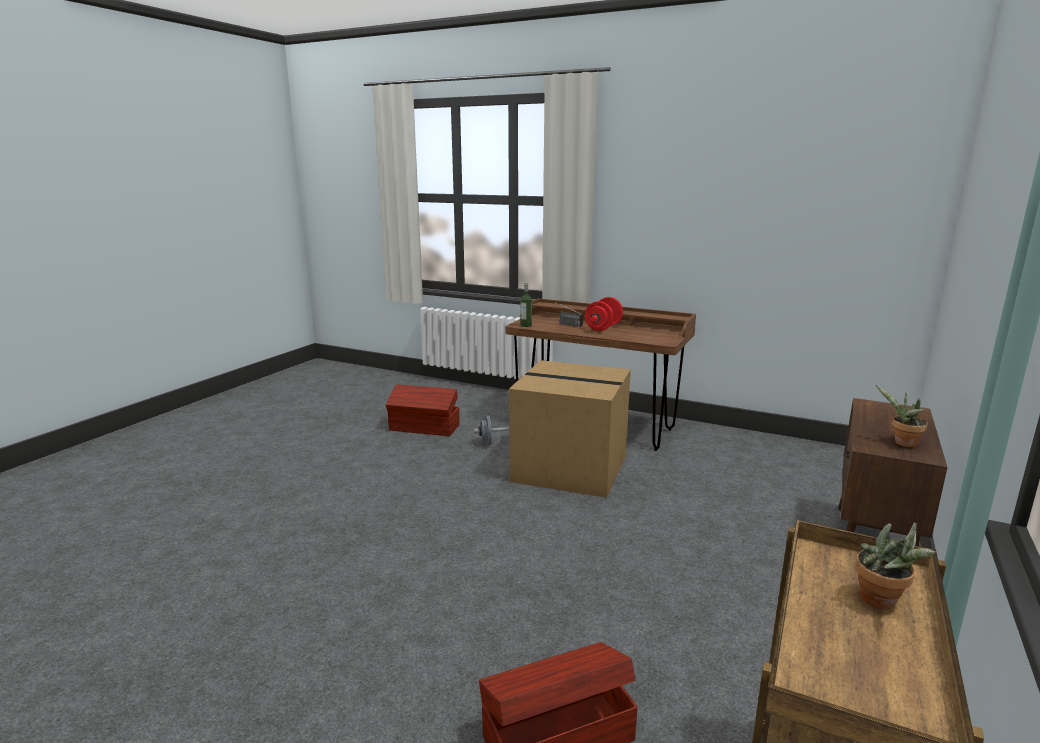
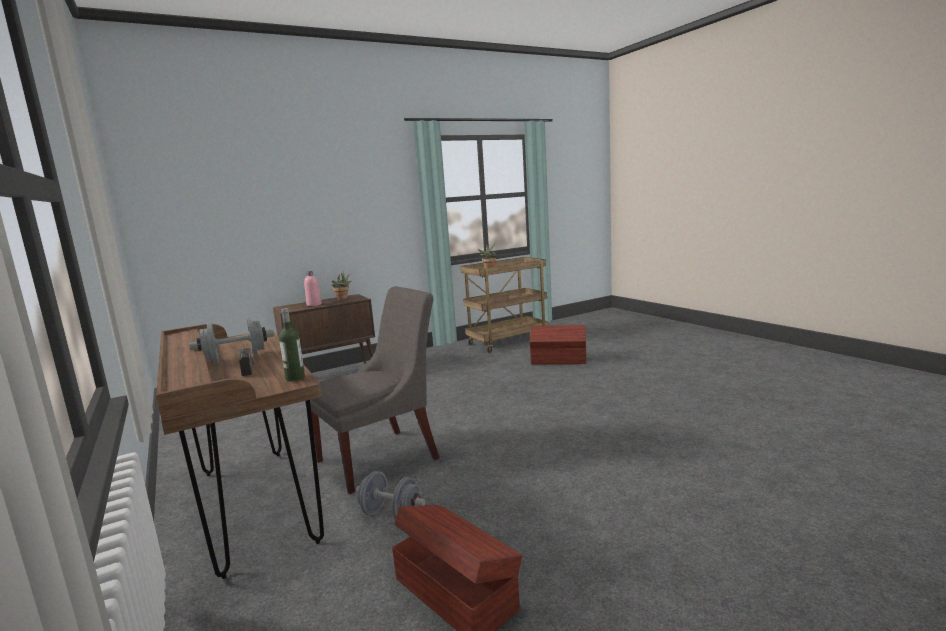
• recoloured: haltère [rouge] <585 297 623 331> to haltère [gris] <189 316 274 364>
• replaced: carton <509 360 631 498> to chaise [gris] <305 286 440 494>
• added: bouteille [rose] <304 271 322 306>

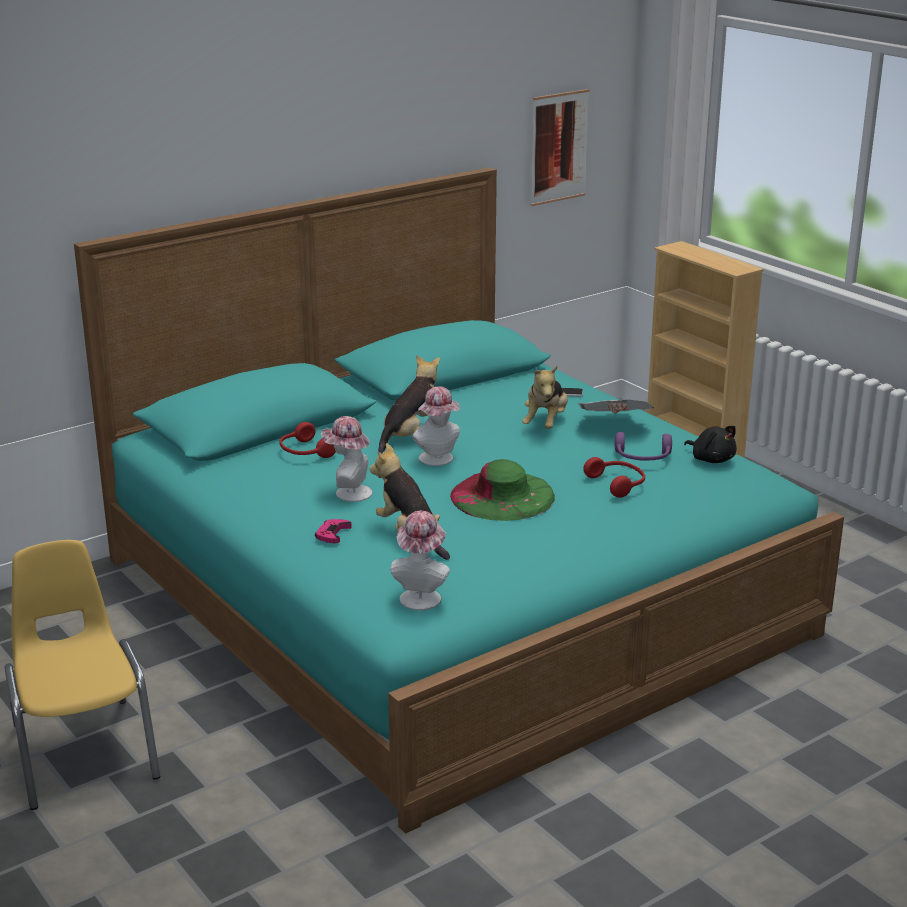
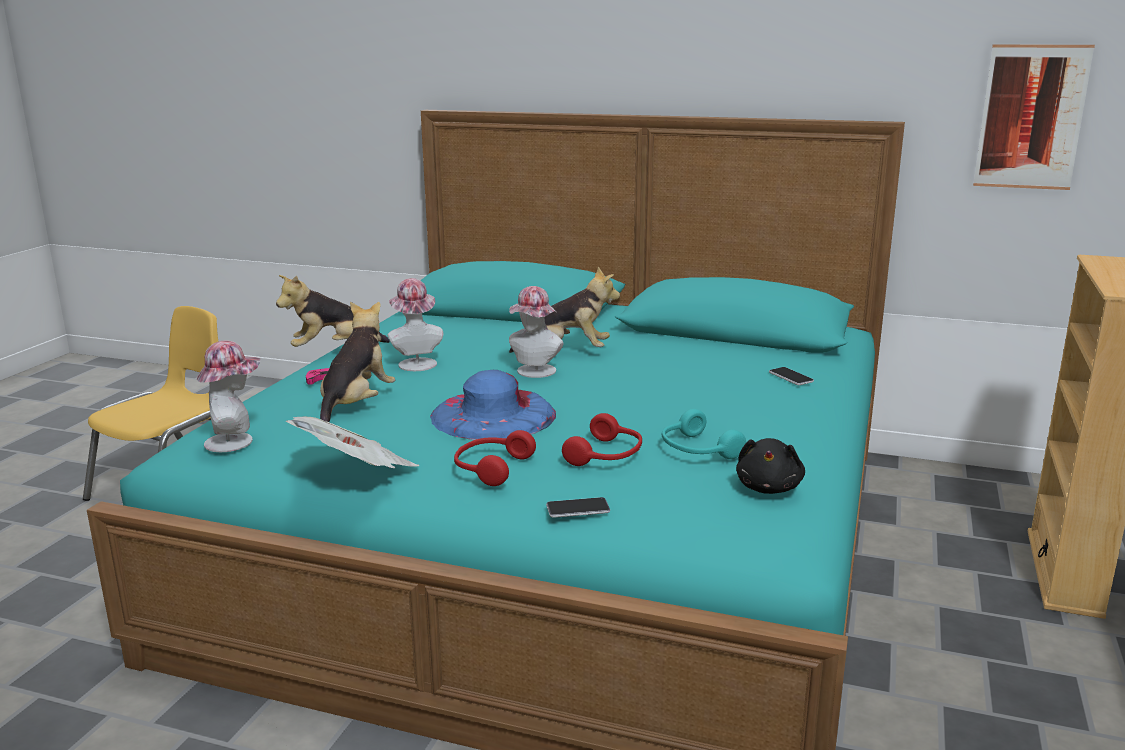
• moved: peluche <522 366 568 429> to <276 275 390 347>
• moved: journal <578 400 654 414> to <286 416 419 468>
• moved: casque audio [rouge] <279 422 336 458> to <454 430 536 486>
• recoloured: casque audio [violet] <615 432 672 461> to casque audio [turquoise] <662 409 746 459>
• recoloured: chapeau [vert] <450 459 555 521> to chapeau [bleu] <430 370 556 440>
• added: téléphone <546 497 610 518>

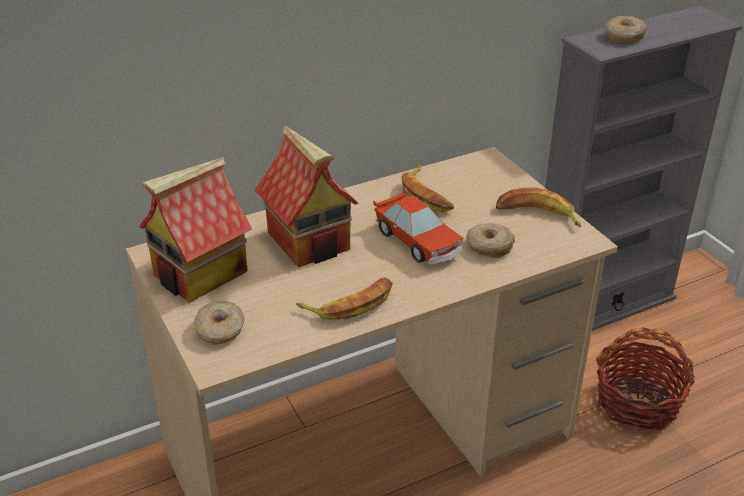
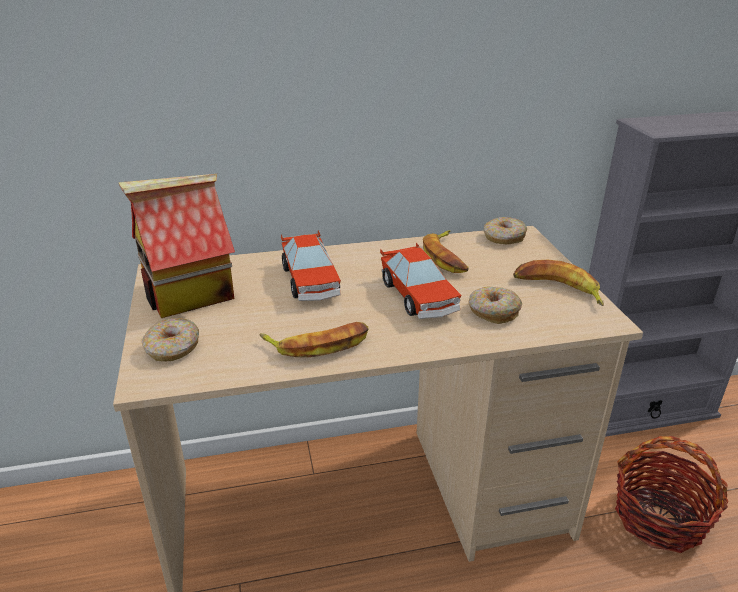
• moved: beignet <605 16 647 42> to <483 217 527 244>
• replaced: maison miniature <255 125 359 268> to petite voiture <281 230 341 301>

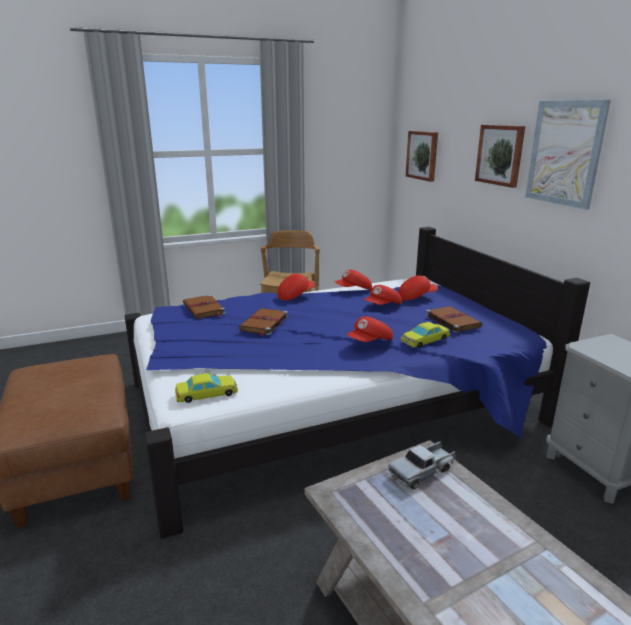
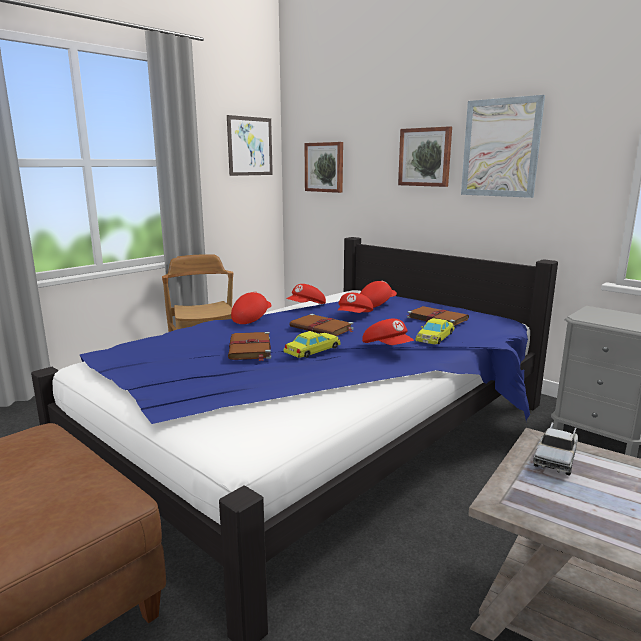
• moved: livre [marron] <183 295 226 319> to <289 314 354 336>
• turned: casquette [rouge] <347 316 393 342> = <362 319 414 345> 60 degrees counterclockwise
• moved: petite voiture [jaune] <175 373 238 403> to <283 331 341 358>
• added: tableau <227 115 273 176>

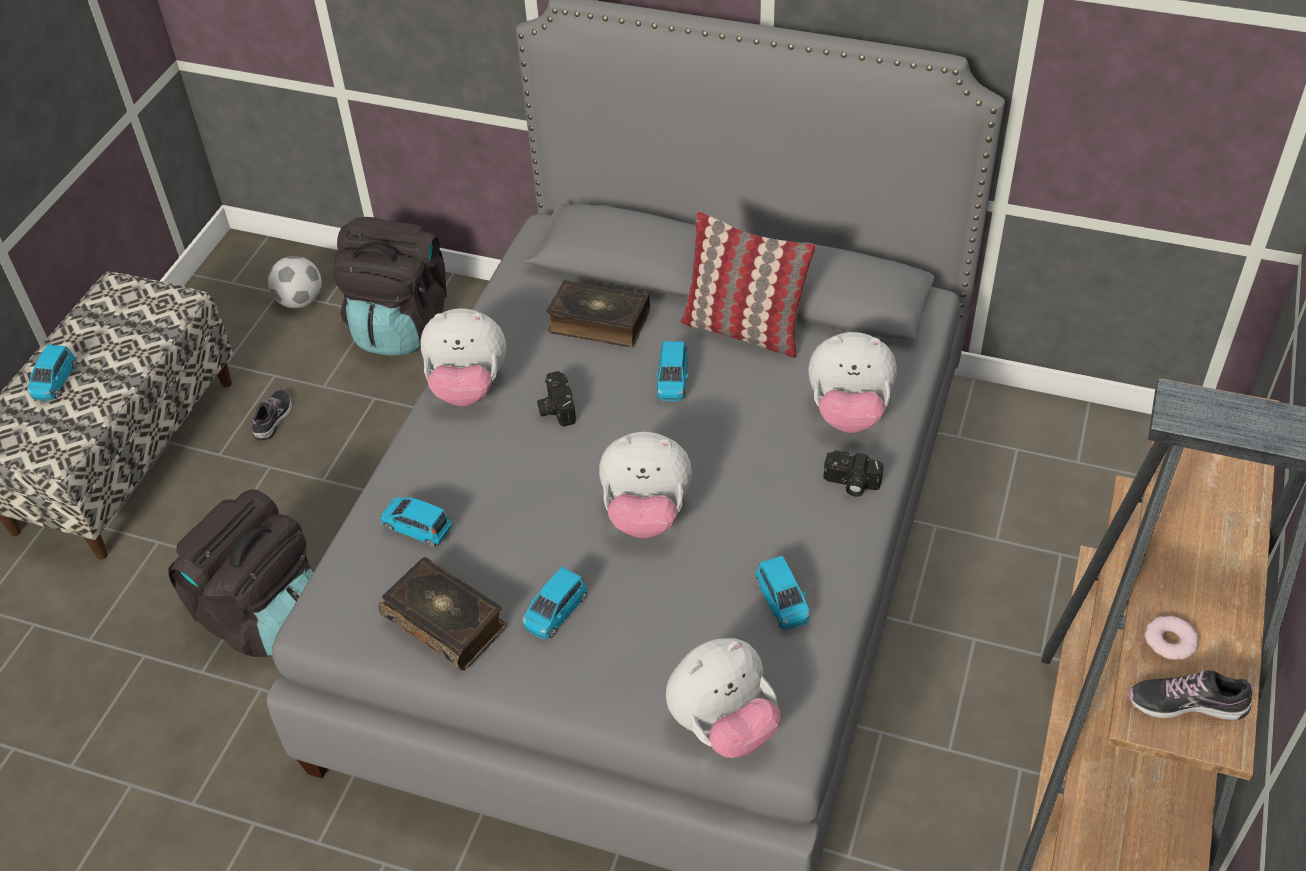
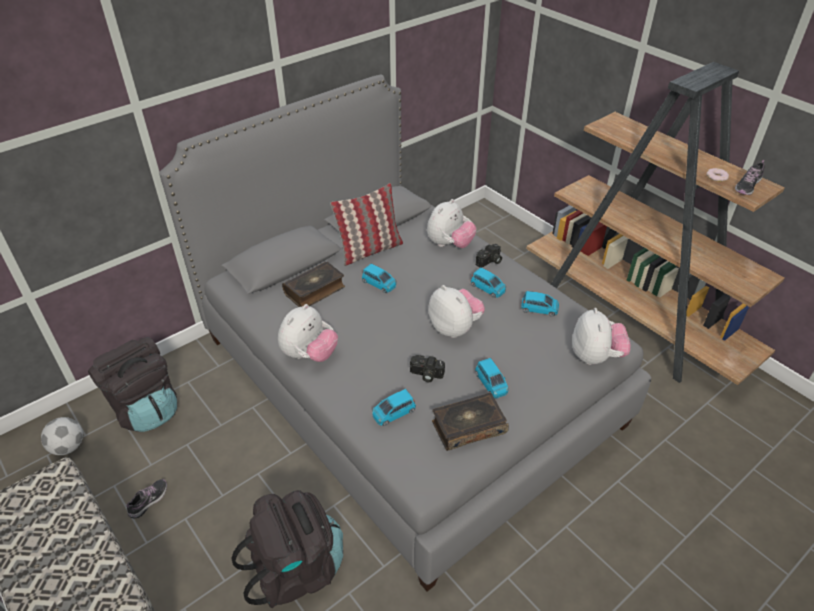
• moved: petite voiture [bleu] <27 345 77 401> to <471 268 506 298>
• moved: appareil photo <537 371 576 427> to <410 355 445 382>
• turned: chaussure <252 389 292 441> = <126 479 167 519> 75 degrees clockwise
• turned: peluche <599 432 692 538> = <428 285 485 338> 75 degrees counterclockwise

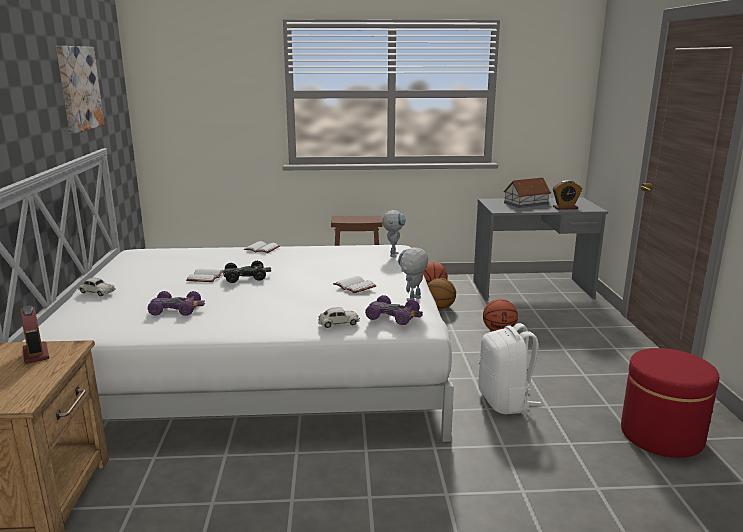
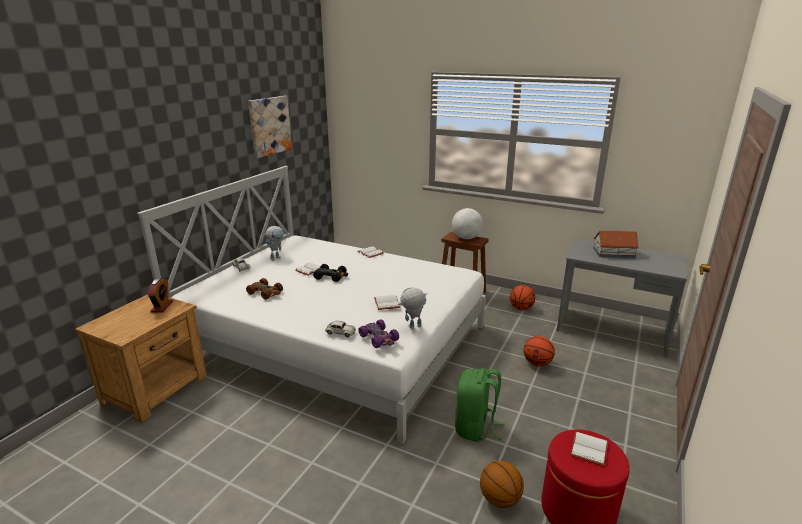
• removed: réveil <553 180 582 210>
• moved: robot jouet <382 210 406 258> to <264 226 284 261>
• moved: ballon de basket <427 278 456 309> to <480 461 524 508>
• recoloured: petite voiture [violet] <148 291 205 316> to petite voiture [marron] <246 278 283 299>
• recoloured: sac à dos [blanc] <479 323 541 414> to sac à dos [vert] <455 368 505 442>
• added: globe <452 208 483 239>
• added: livre [blanc] <570 432 608 466>

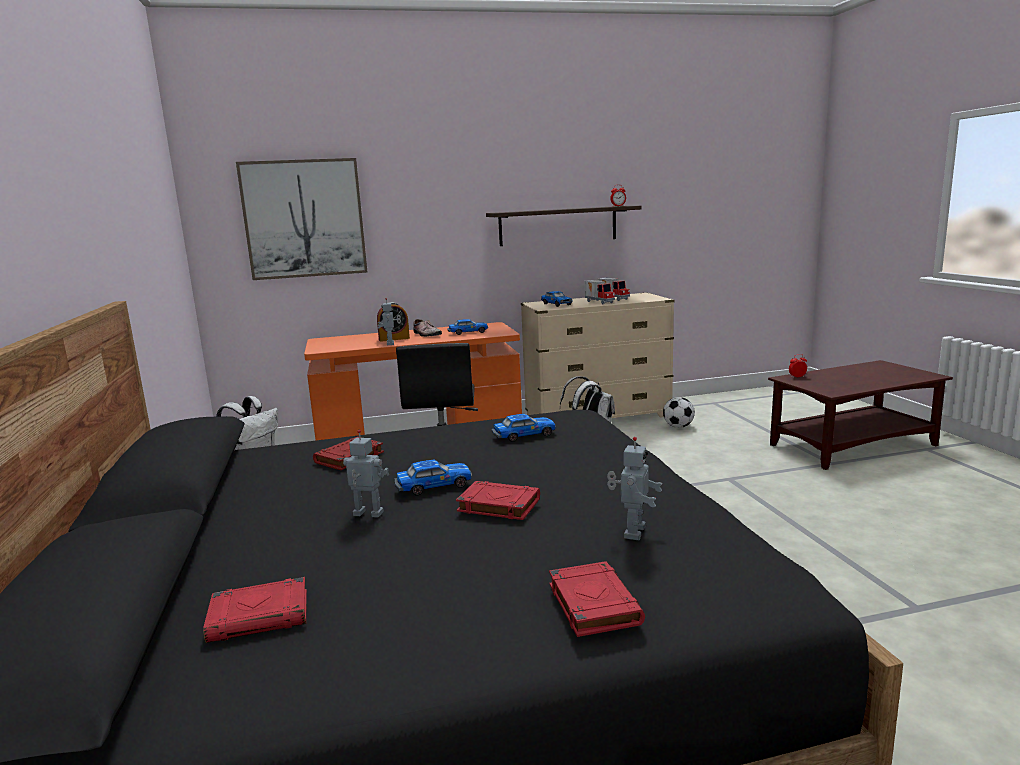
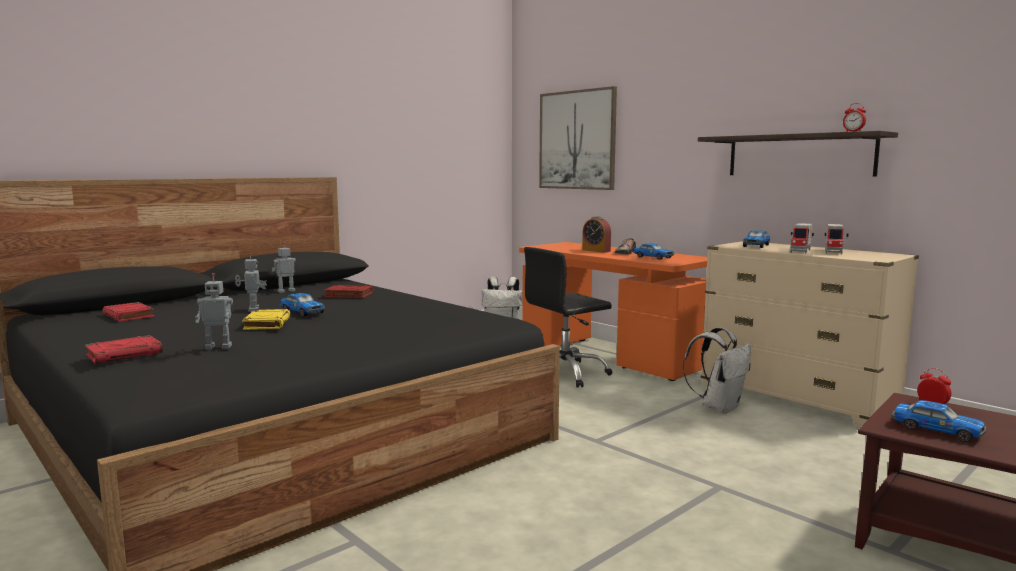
• moved: robot jouet <378 298 401 345> to <272 242 296 293>
• removed: ballon de foot <663 397 695 428>
• moved: petite voiture <492 414 557 442> to <891 400 986 442>
• recoloured: livre [rouge] <456 481 540 520> to livre [jaune] <242 309 291 330>

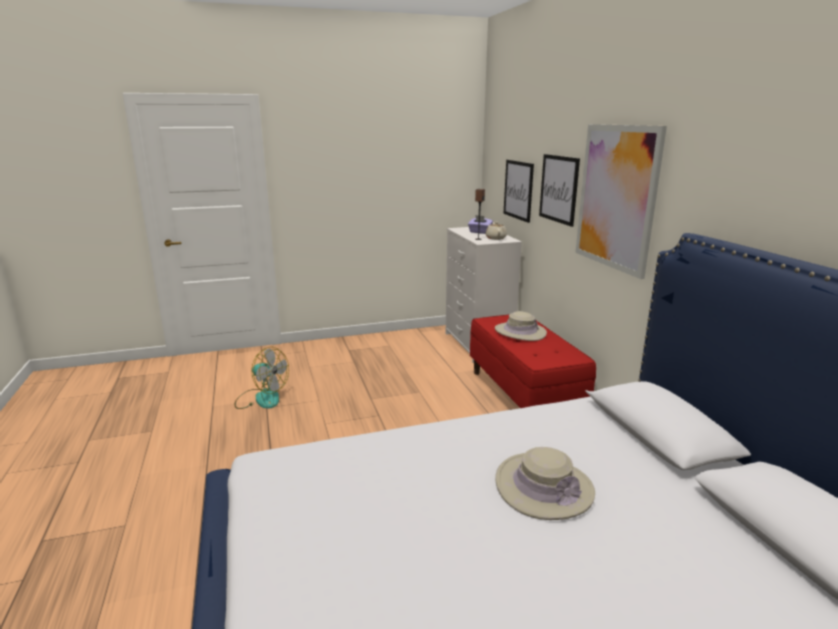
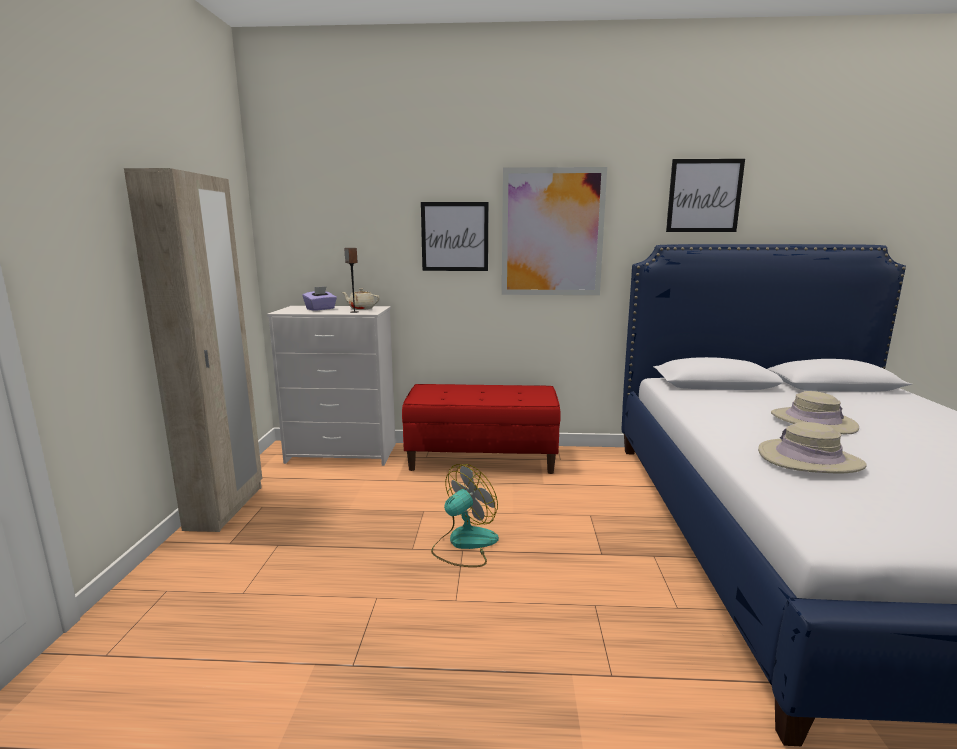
• moved: tableau <503 160 534 223> to <666 159 745 232>
• moved: chapeau [beige] <495 311 547 341> to <758 422 867 474>
• moved: ventilateur <235 347 289 409> to <431 464 499 567>
• added: armoire [beige] <124 168 262 532>

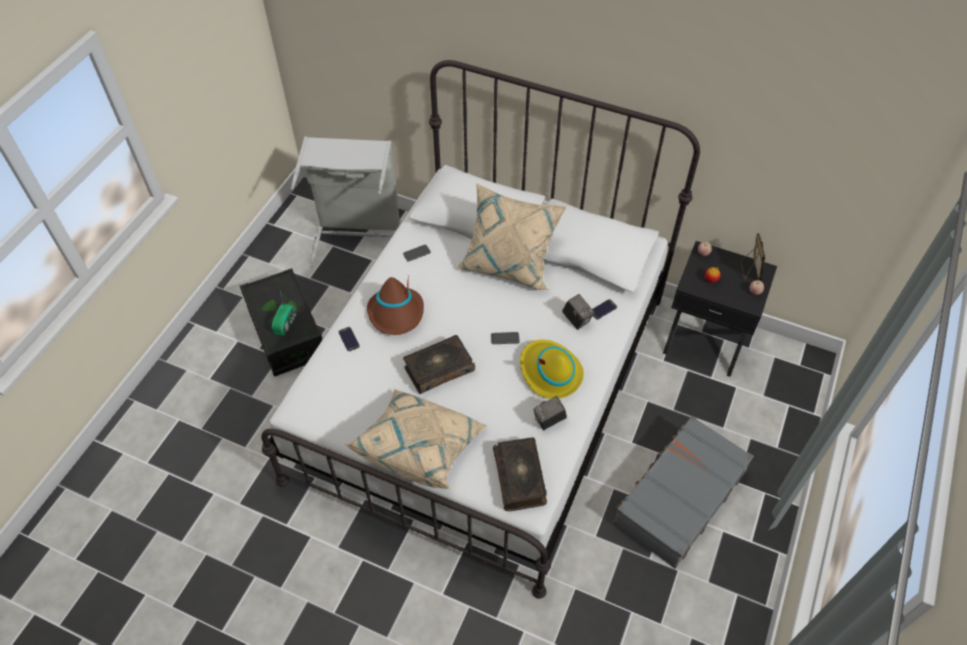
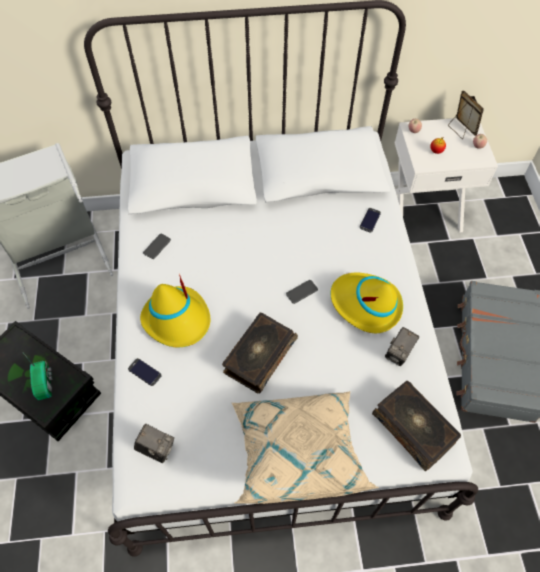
• removed: coussin [beige] <456 183 567 290>
• recoloured: table de chevet [noir] <663 241 777 377> to table de chevet [blanc] <395 118 498 232>
• recoloured: chapeau [marron] <367 275 424 335> to chapeau [jaune] <140 274 210 347>
• moved: appareil photo <562 294 595 330> to <134 424 174 463>

